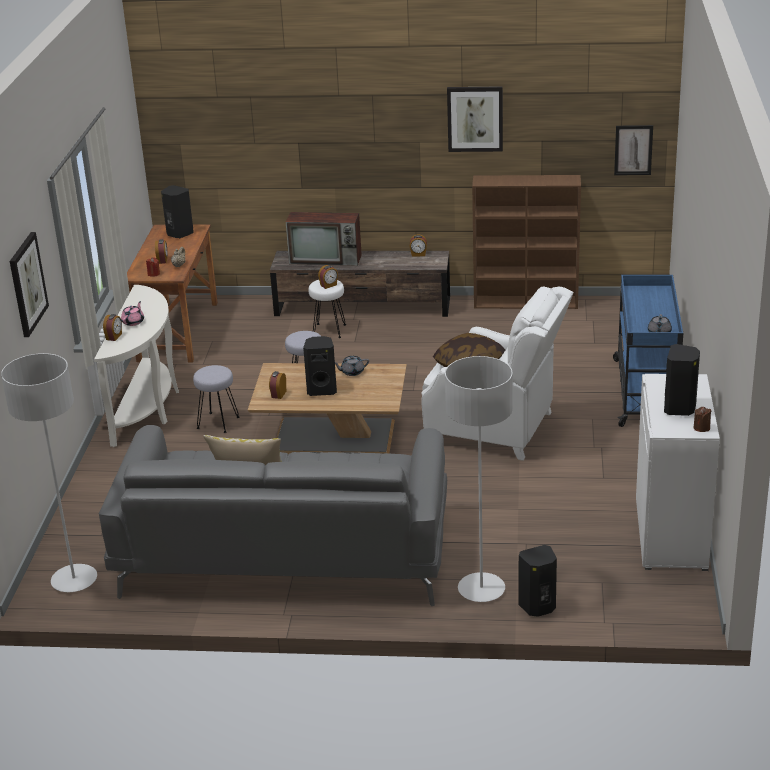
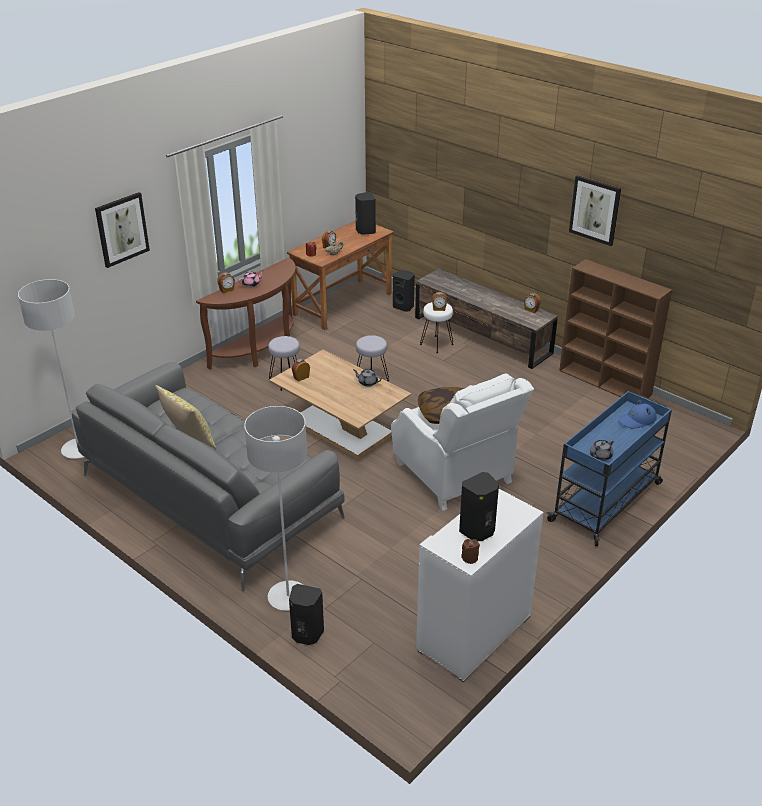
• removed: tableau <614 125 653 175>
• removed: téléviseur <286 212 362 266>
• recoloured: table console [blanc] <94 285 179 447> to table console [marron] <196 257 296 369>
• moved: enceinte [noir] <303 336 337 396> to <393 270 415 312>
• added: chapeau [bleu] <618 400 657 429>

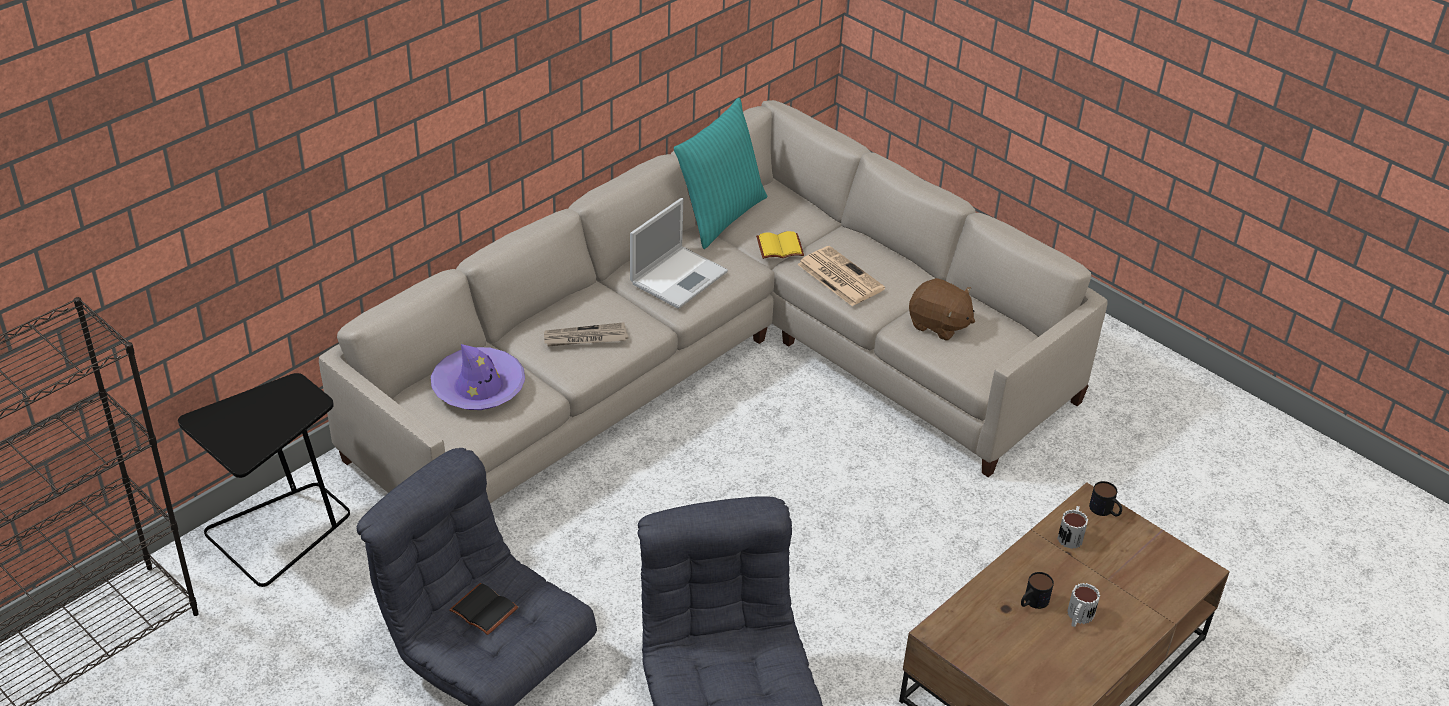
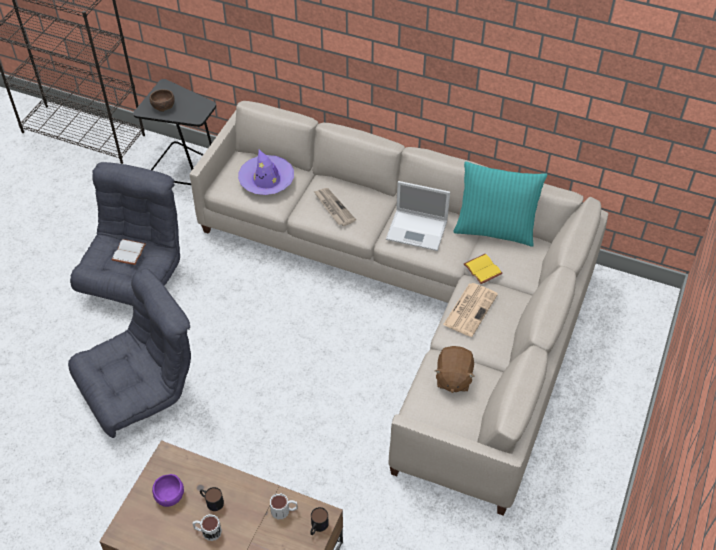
• recoloured: livre [noir] <449 583 518 635> to livre [blanc] <112 239 146 265>
• added: bol [marron] <150 89 175 112>
• added: bol [violet] <152 474 184 507>

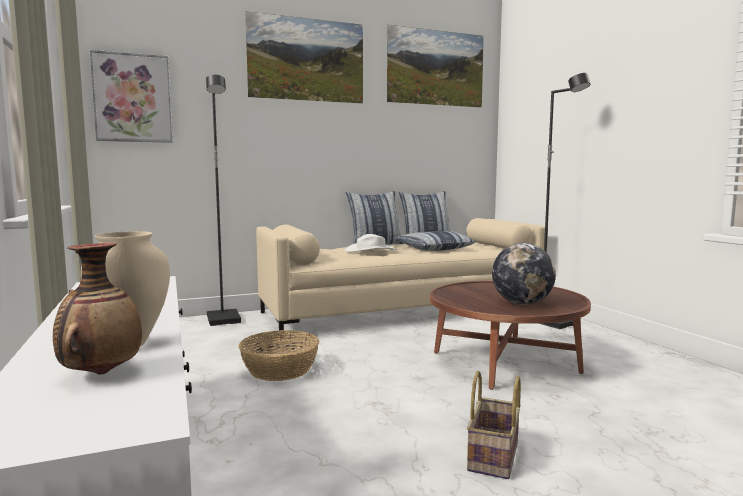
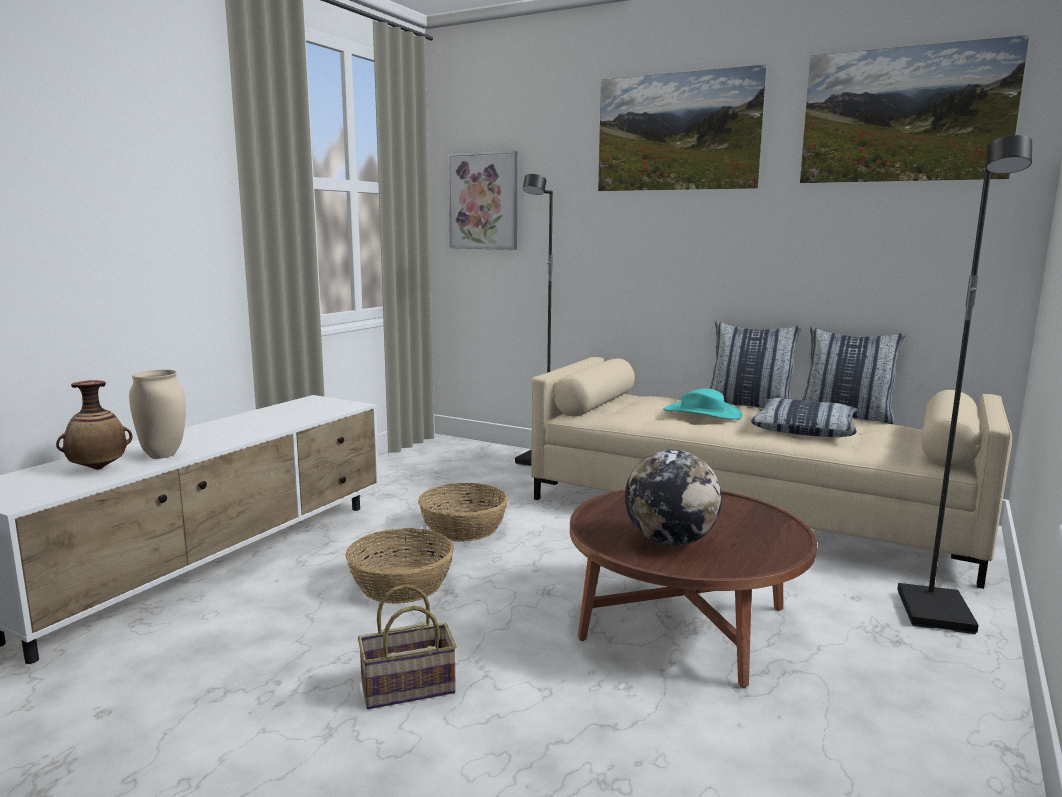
• recoloured: chapeau [blanc] <345 234 398 252> to chapeau [turquoise] <663 389 743 420>
• added: panier <346 528 454 604>

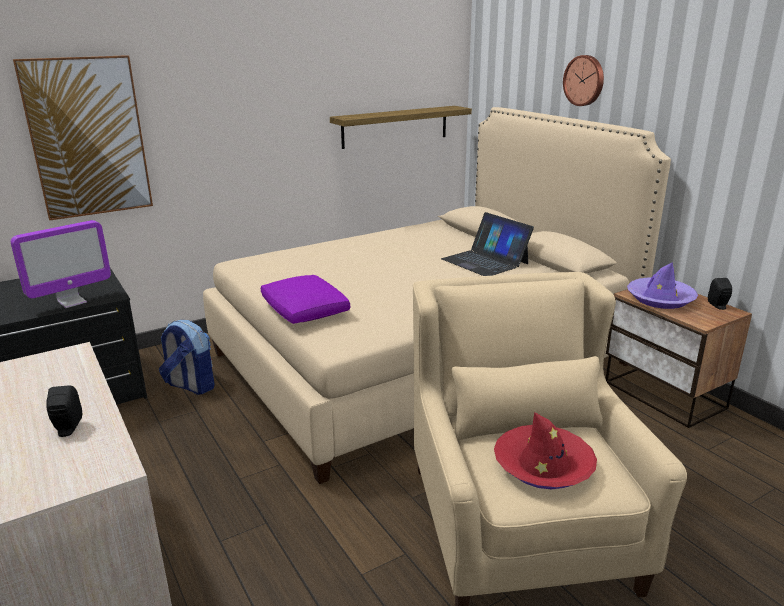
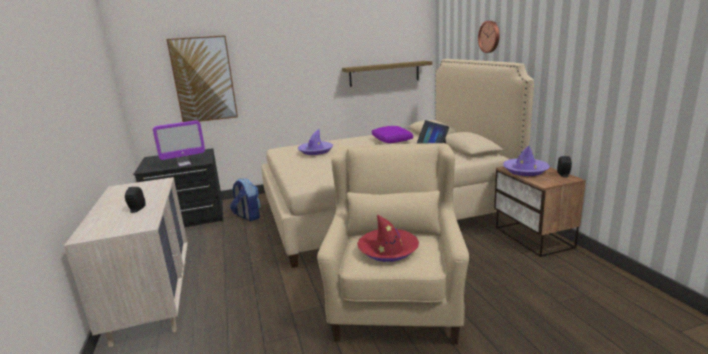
• moved: coussin [violet] <261 275 350 324> to <372 126 413 143>
• added: chapeau [violet] <298 129 333 155>

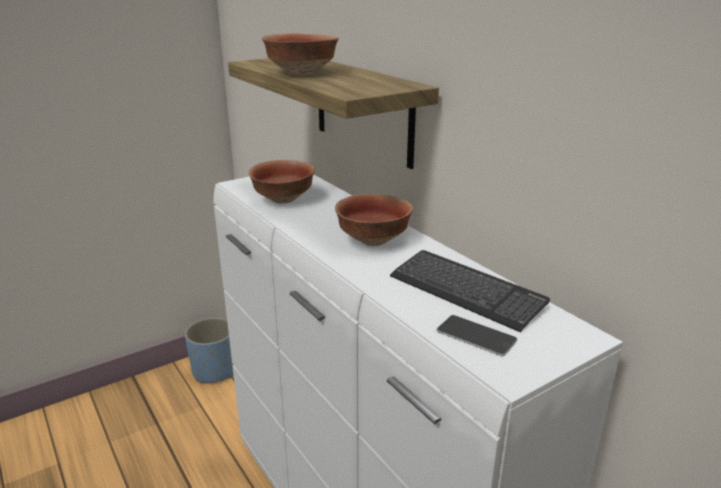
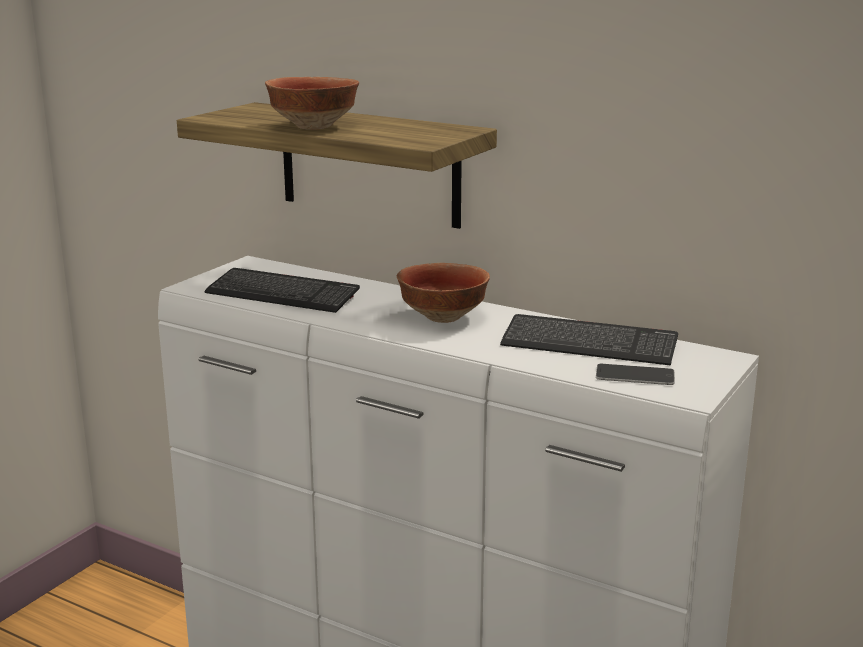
• replaced: bol <249 160 315 204> to clavier <204 268 360 313>
• removed: cache-pot [bleu] <185 317 233 383>

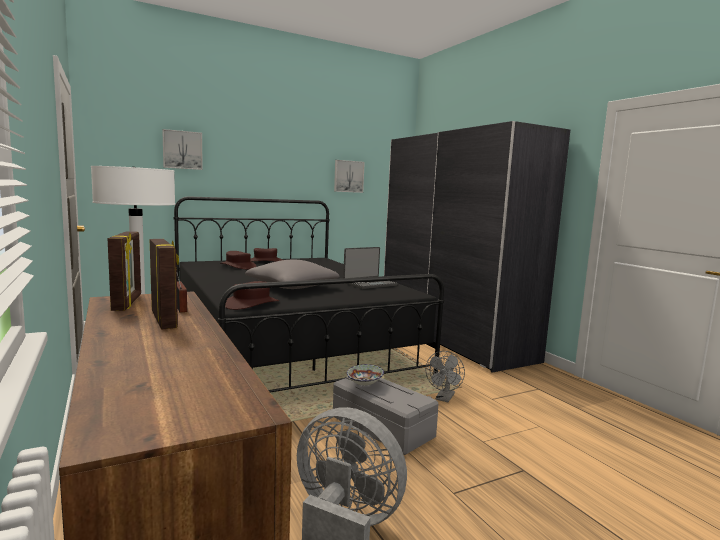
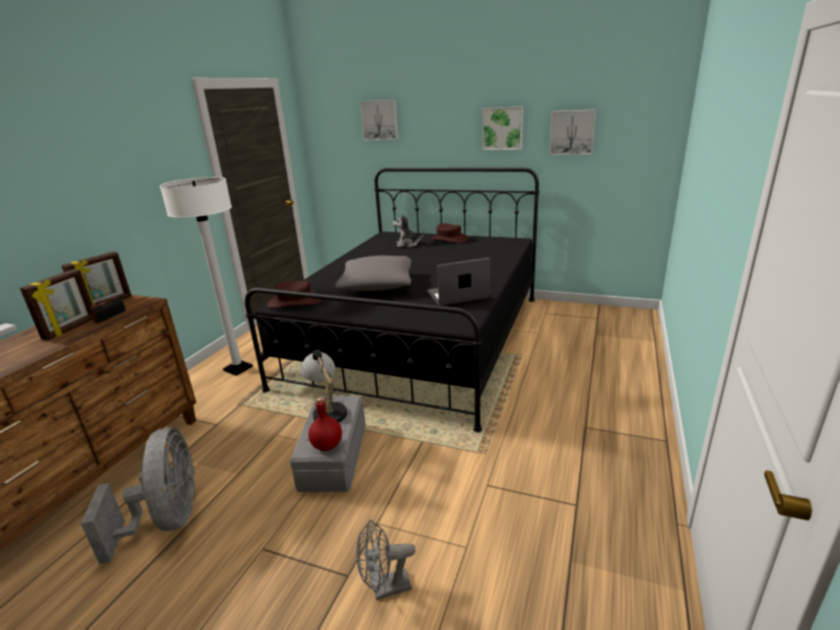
• removed: armoire [gris] <384 121 570 372>
• turned: ordinateur portable <343 247 398 289> = <427 258 490 306> 150 degrees clockwise
• replaced: chapeau [marron] <220 251 256 269> to peluche <392 214 424 247>
• moved: ventilateur [gris] <426 351 465 402> to <356 520 416 600>
• replaced: bol <347 364 384 385> to lampe de table <301 349 347 423>
• added: tableau <482 106 523 150>
• added: bouteille [rouge] <308 397 342 451>

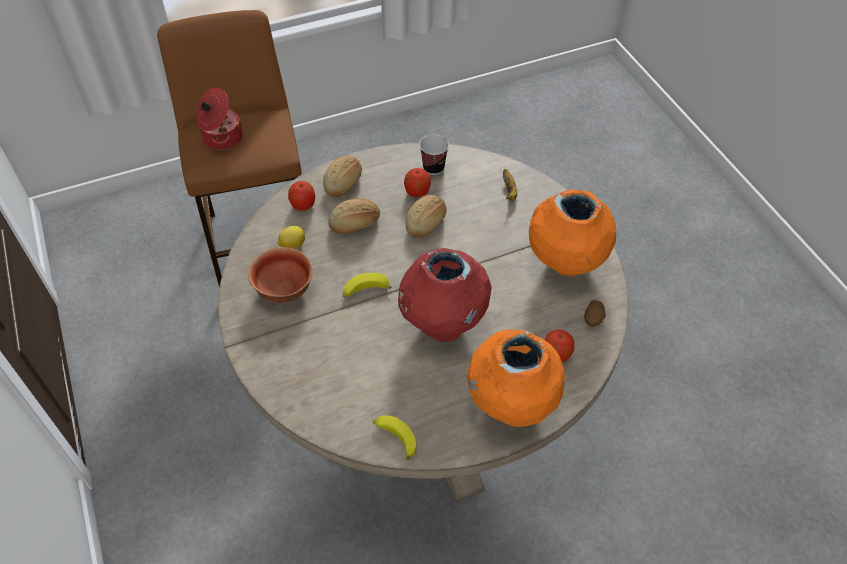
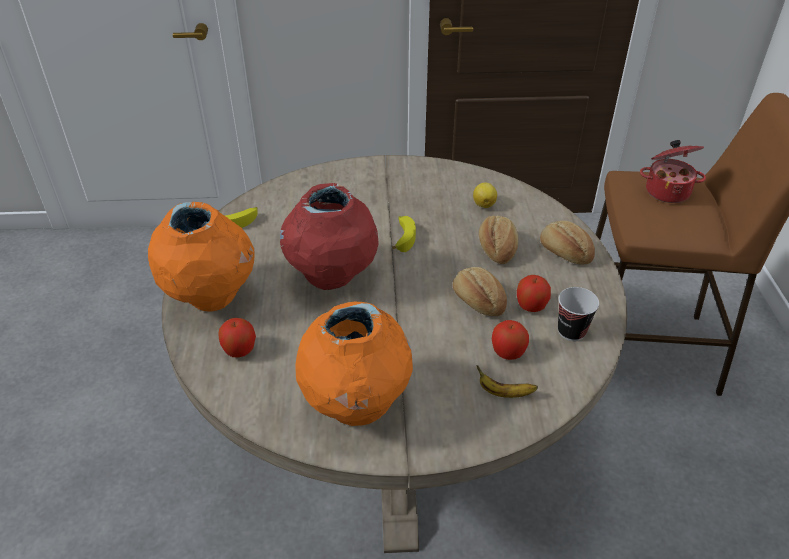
• moved: pomme <288 181 315 211> to <492 320 529 360>
• removed: bol <248 247 313 303>
• removed: pomme de terre <584 300 606 327>

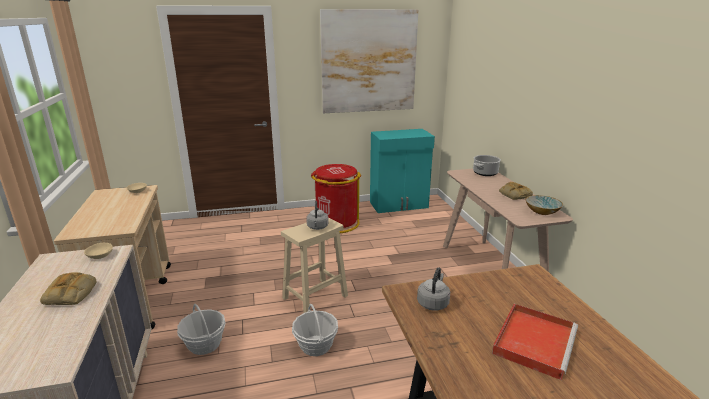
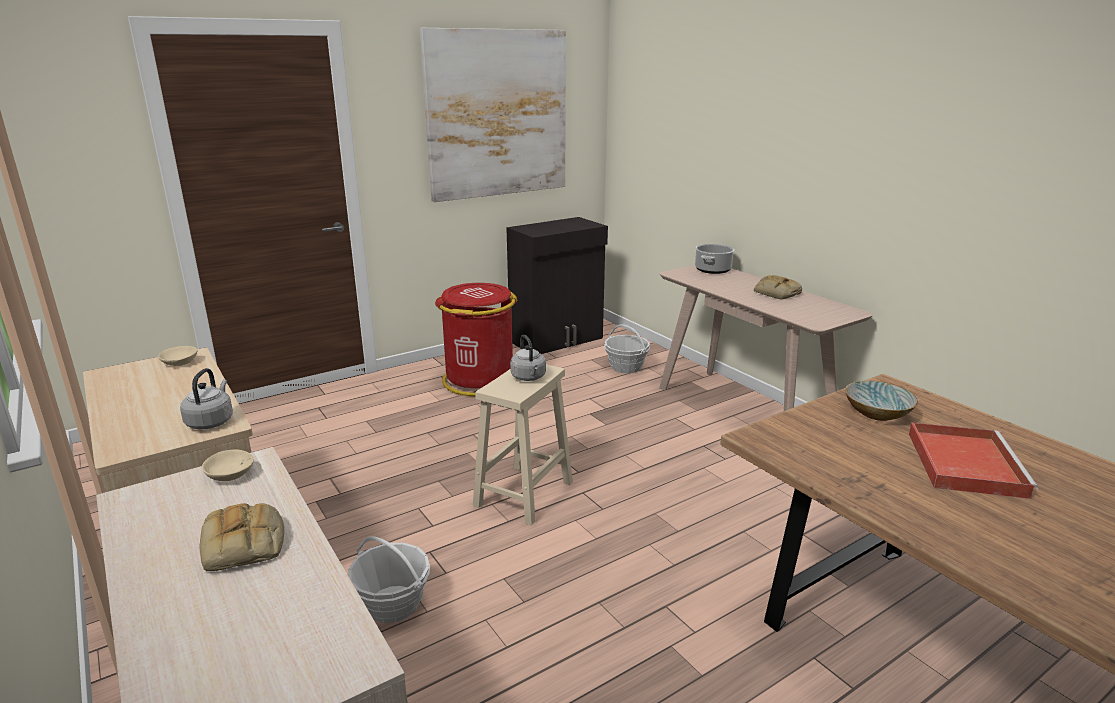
• recoloured: meuble de rangement [turquoise] <370 129 435 213> to meuble de rangement [noir] <506 217 608 354>
• moved: bol <526 195 563 215> to <845 381 918 421>
• moved: bouilloire [gris] <417 267 450 311> to <180 368 233 429>
• moved: panier <292 304 338 356> to <604 324 650 373>

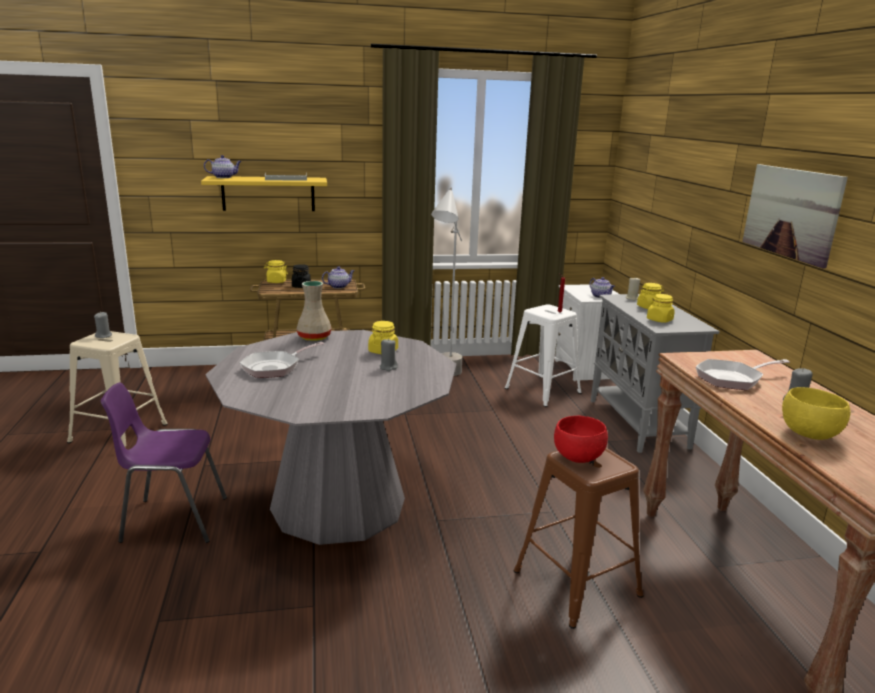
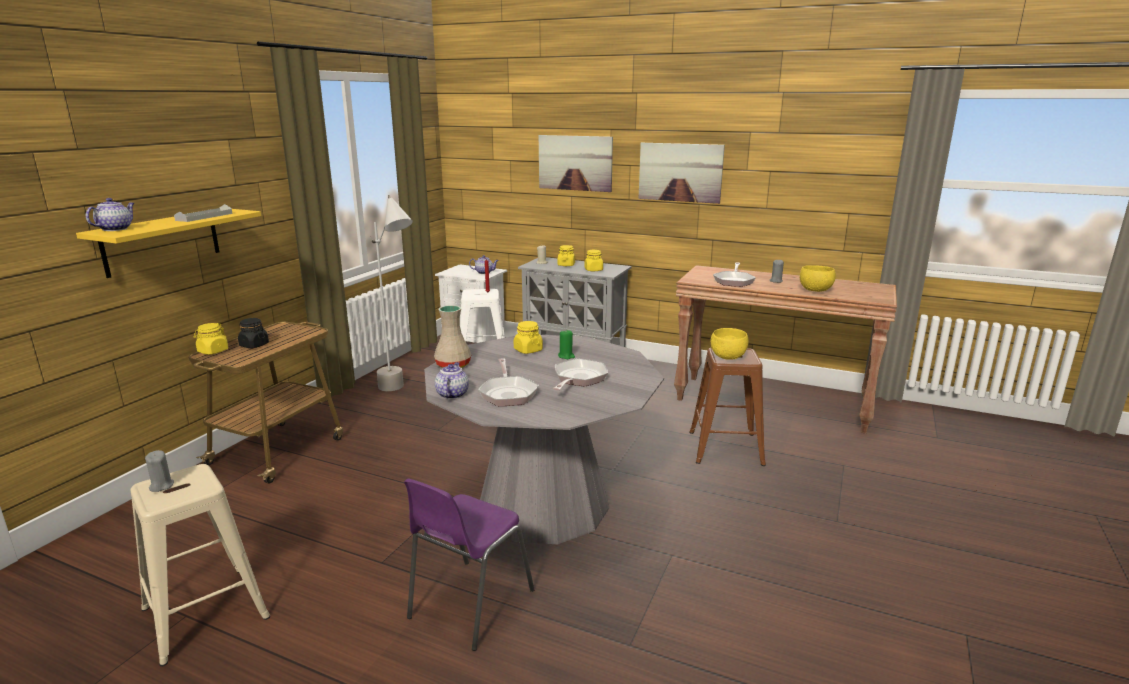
• moved: théière <322 266 355 289> to <435 362 469 399>
• recoloured: bougie [gris] <380 338 398 371> to bougie [vert] <558 329 575 359>
• recoloured: bol [rouge] <554 416 608 463> to bol [jaune] <711 328 748 360>
• added: tableau <539 135 613 192>
• added: poêle <553 358 608 390>

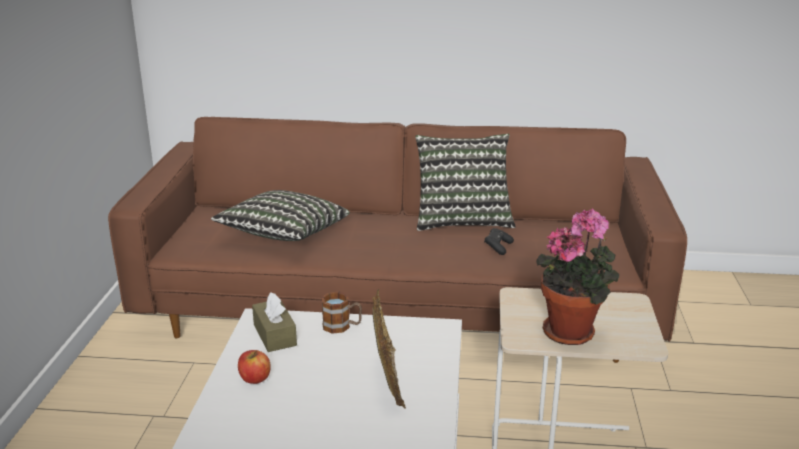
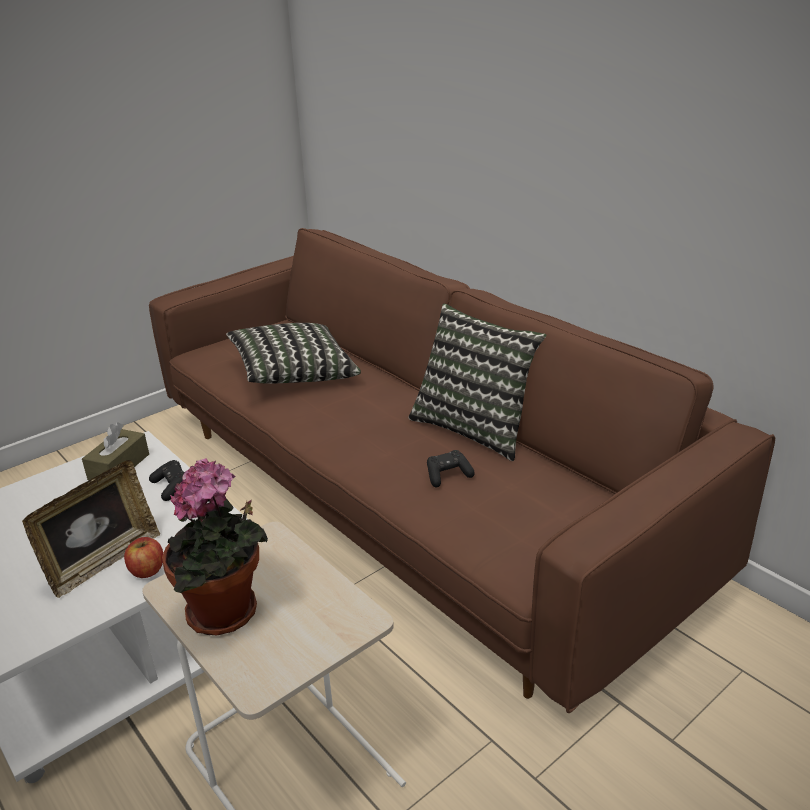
• replaced: mug <321 292 362 334> to manette [noir] <149 460 184 501>
• moved: pomme <238 350 271 384> to <124 537 163 578>

